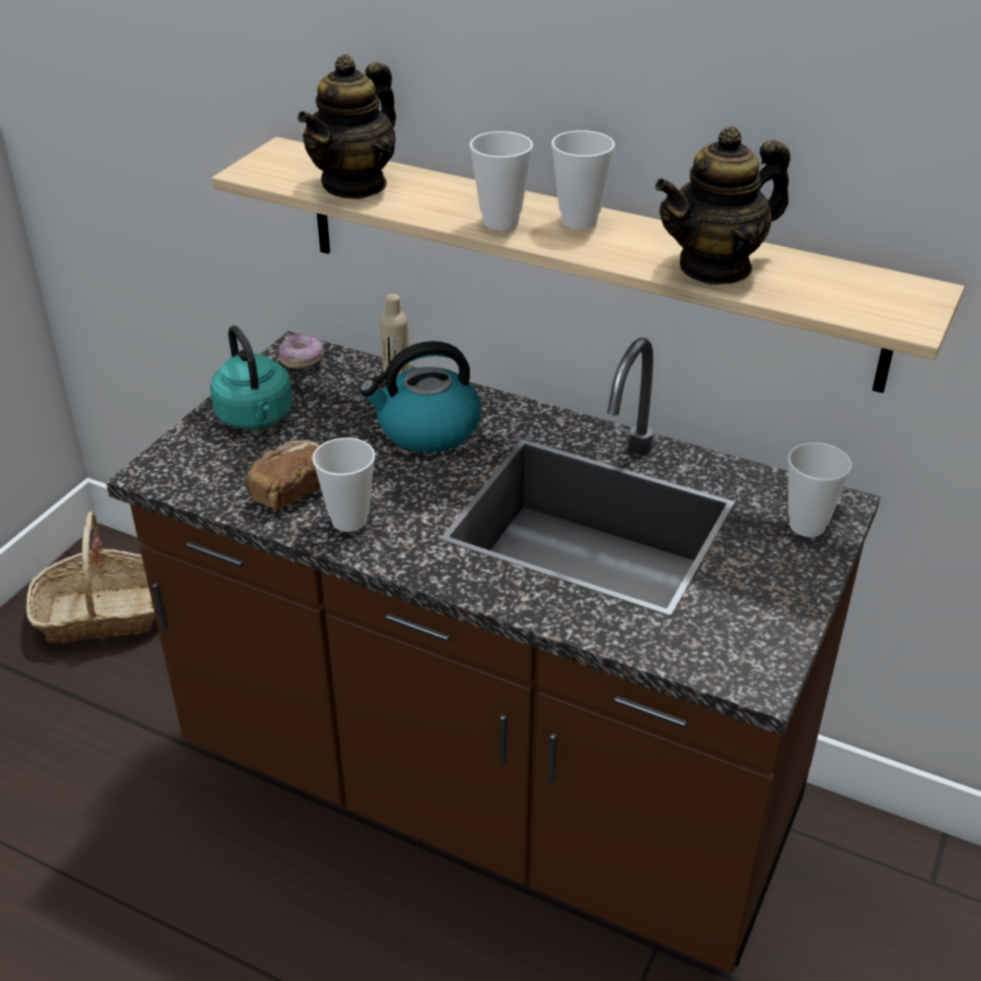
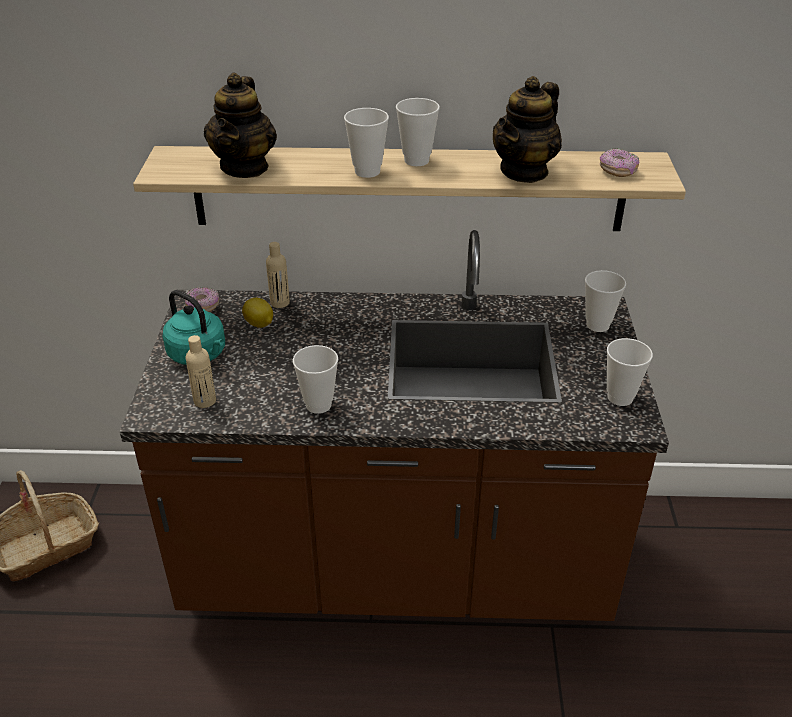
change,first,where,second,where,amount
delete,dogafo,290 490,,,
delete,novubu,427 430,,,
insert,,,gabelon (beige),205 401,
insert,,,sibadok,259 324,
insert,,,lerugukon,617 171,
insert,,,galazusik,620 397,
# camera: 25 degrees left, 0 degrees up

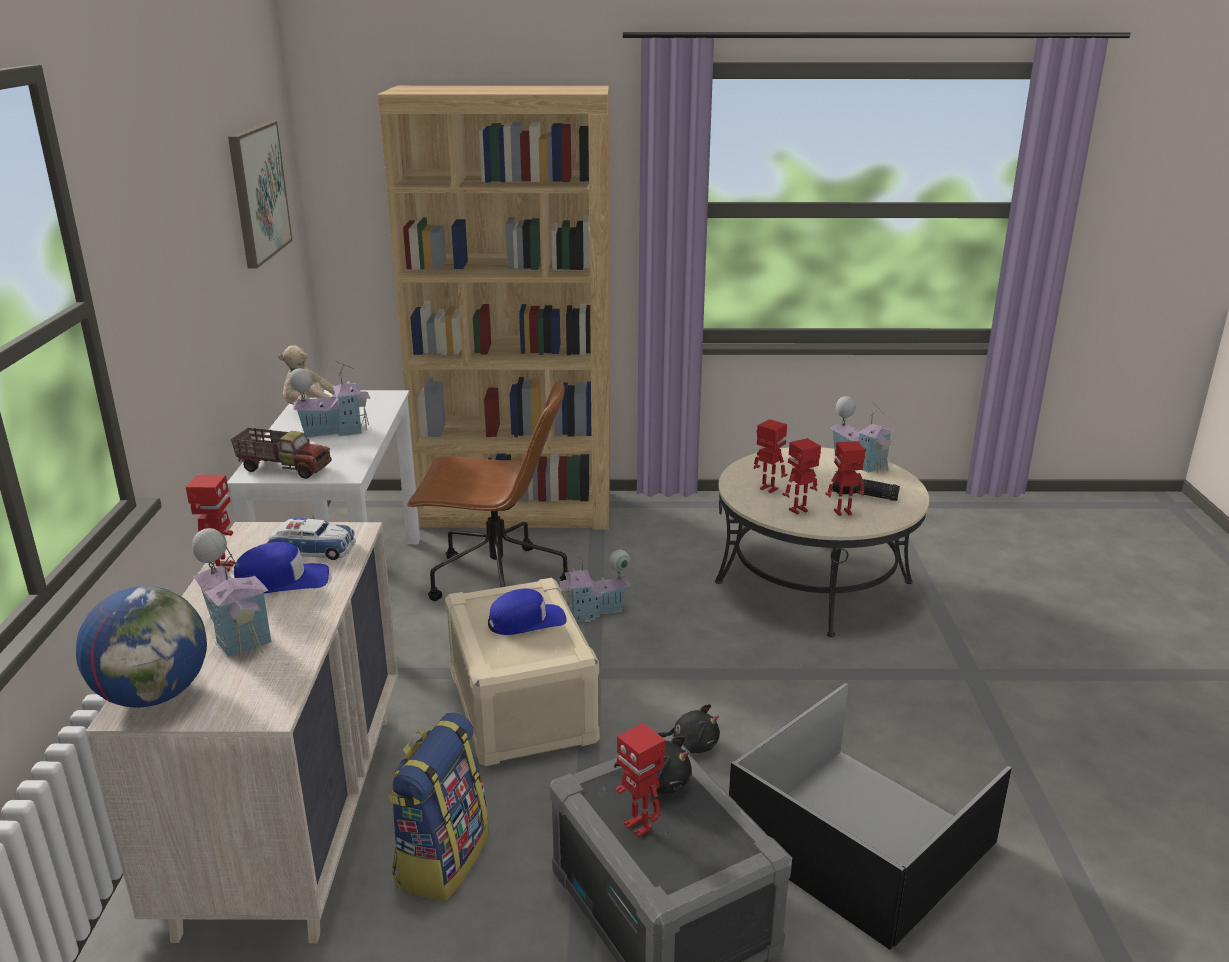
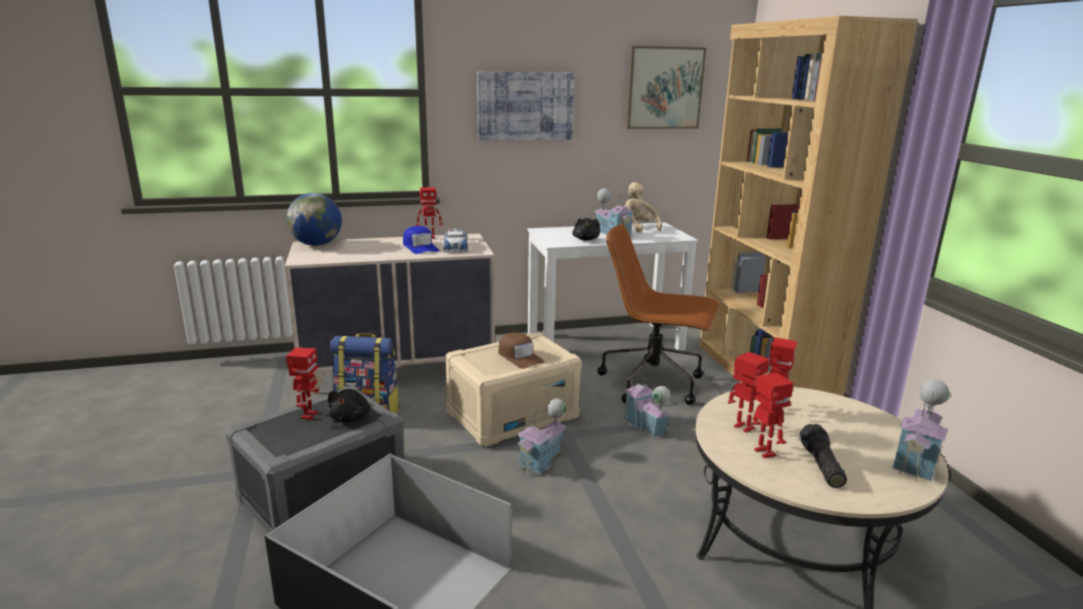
change,first,where,second,where,amount
move,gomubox,237 633,,542 460,
delete,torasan,284 468,,,
rotate,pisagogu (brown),495 581,,654 383,120 degrees clockwise
recolor,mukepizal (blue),527 621,mukepizal (brown),519 357,
rotate,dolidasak,639 826,,308 415,150 degrees clockwise
move,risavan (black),691 745,,586 239,
insert,,,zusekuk,525 106,
# camera: 75 degrees right, 5 degrees down

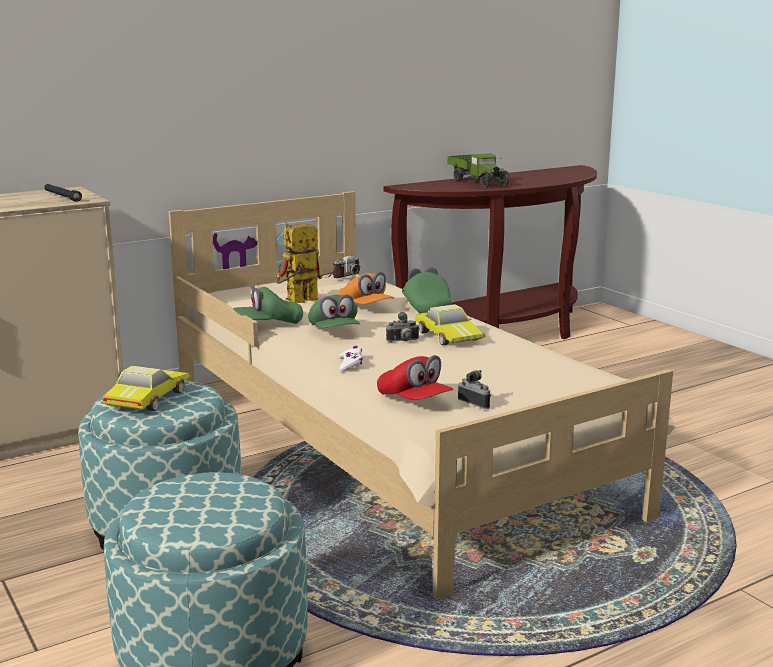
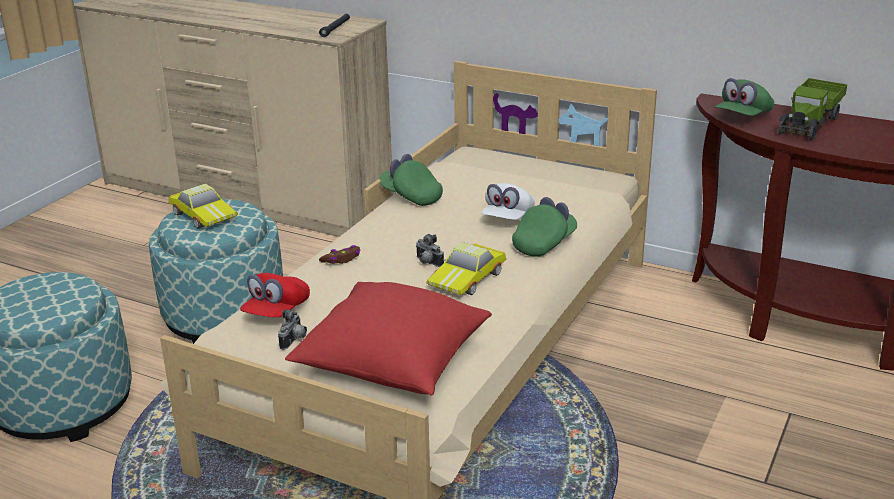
change,first,where,second,where,amount
rotate,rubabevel,146 398,,204 215,60 degrees clockwise
delete,dolidasak,297 301,,,
move,mukepizal (green),334 332,,743 117,
delete,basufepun,340 276,,,
recolor,mukepizal (orange),366 307,mukepizal (white),507 218,
recolor,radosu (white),350 364,radosu (brown),342 259,
insert,,,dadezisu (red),392 363,
# camera: 60 degrees right, 10 degrees up

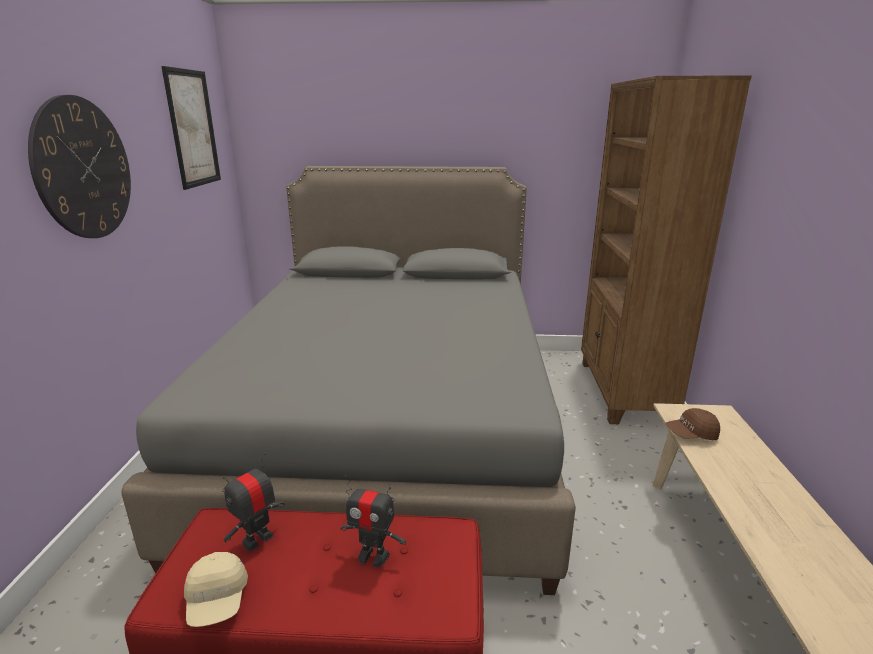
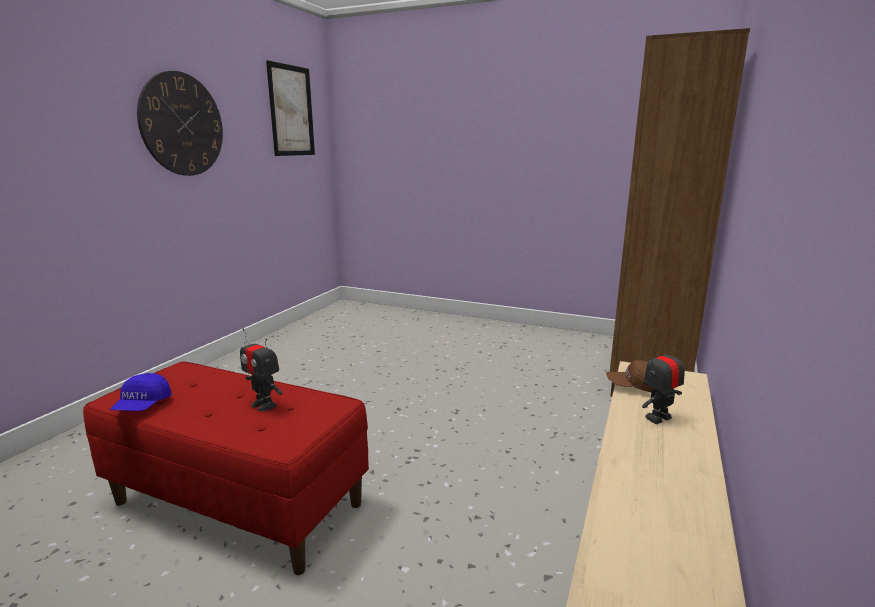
change,first,where,second,where,amount
delete,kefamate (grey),389 429,,,
recolor,mukepizal (beige),217 601,mukepizal (blue),143 406,
move,dolidasak,257 539,,658 418,
# camera: 20 degrees right, 5 degrees down

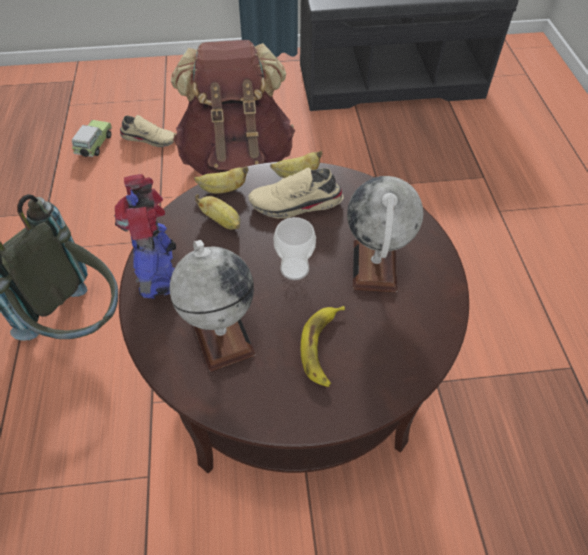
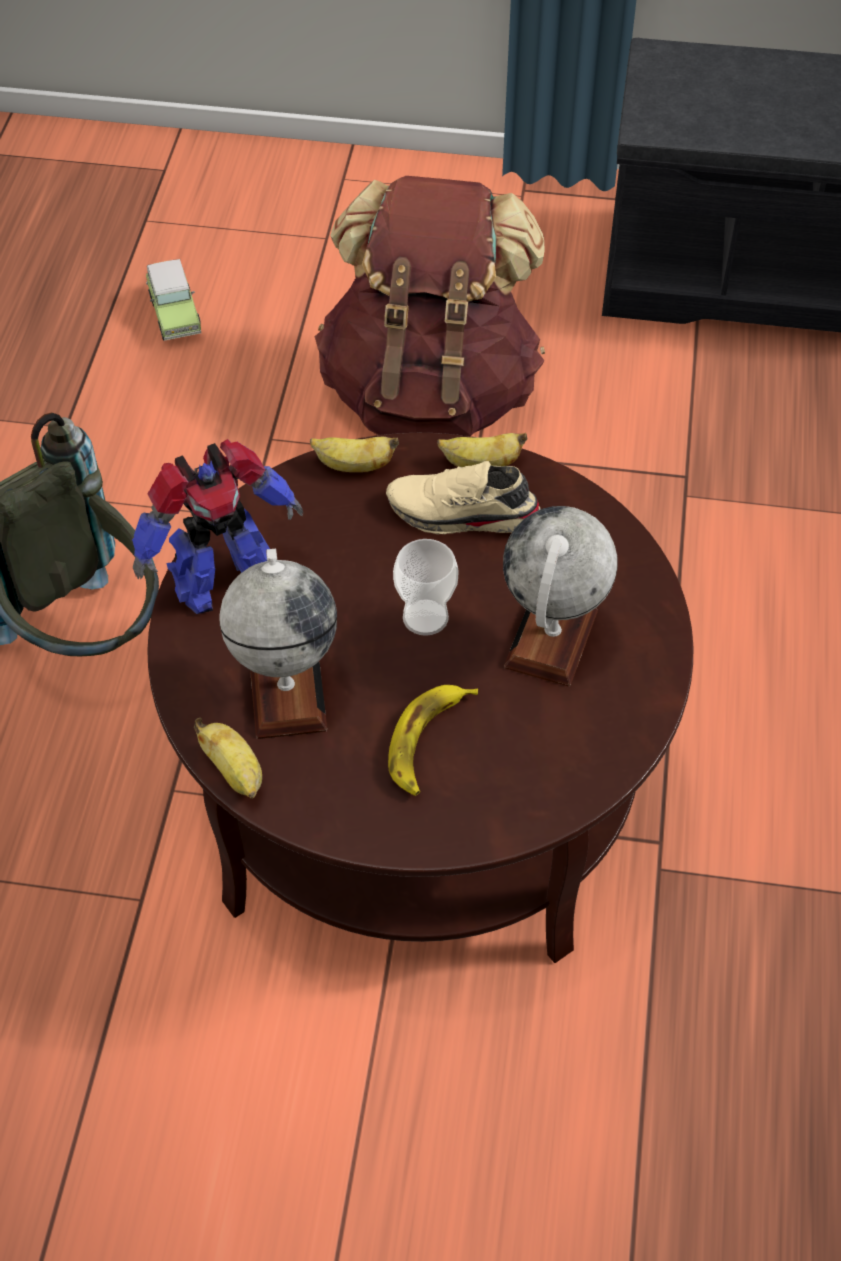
change,first,where,second,where,amount
rotate,rubabevel,94 146,,175 314,135 degrees clockwise
rotate,dolidasak,159 273,,221 580,120 degrees counterclockwise
delete,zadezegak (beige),150 138,,,
move,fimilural,222 221,,234 772,
# camera: 15 degrees right, 0 degrees up

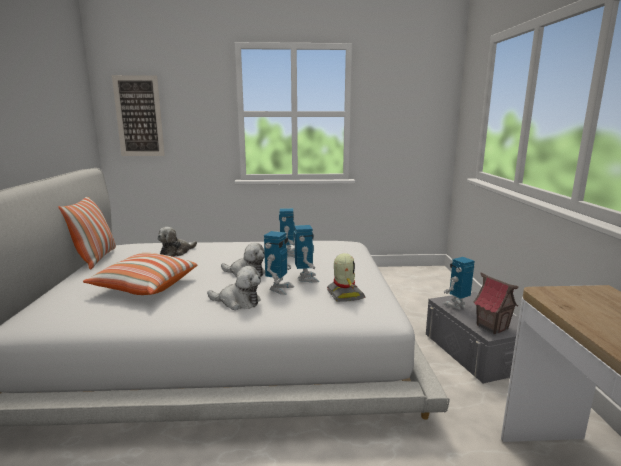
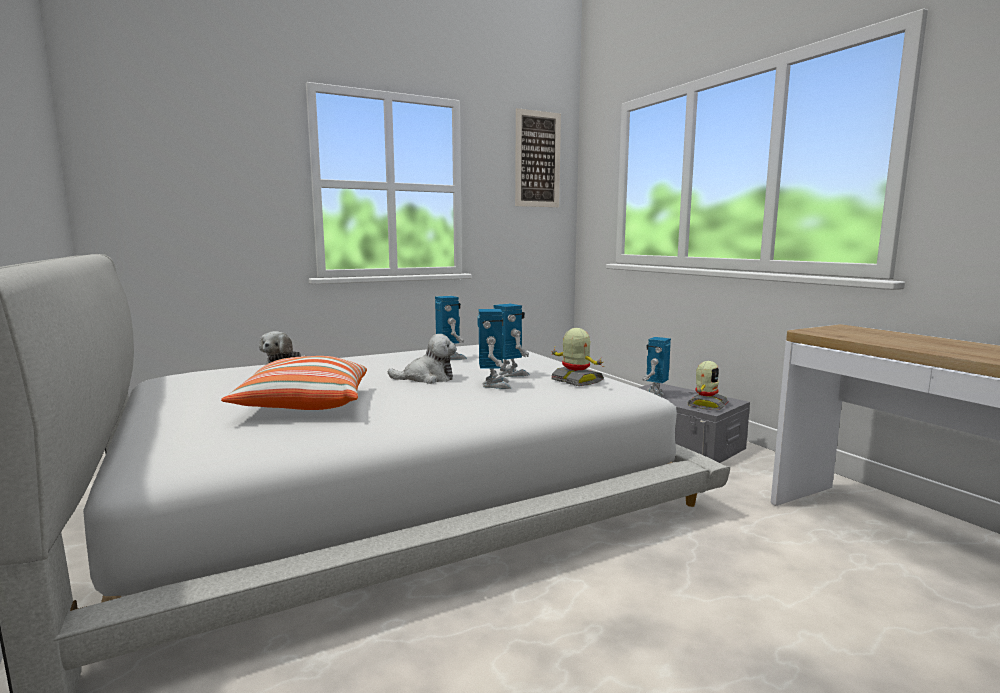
change,first,where,second,where,amount
delete,dadezisu,95 258,,,
move,zusekuk,139 116,,537 159,
delete,risavan,238 302,,,
replace,gomubox,492 327,dolidasak,706 405,
# camera: 25 degrees left, 5 degrees down

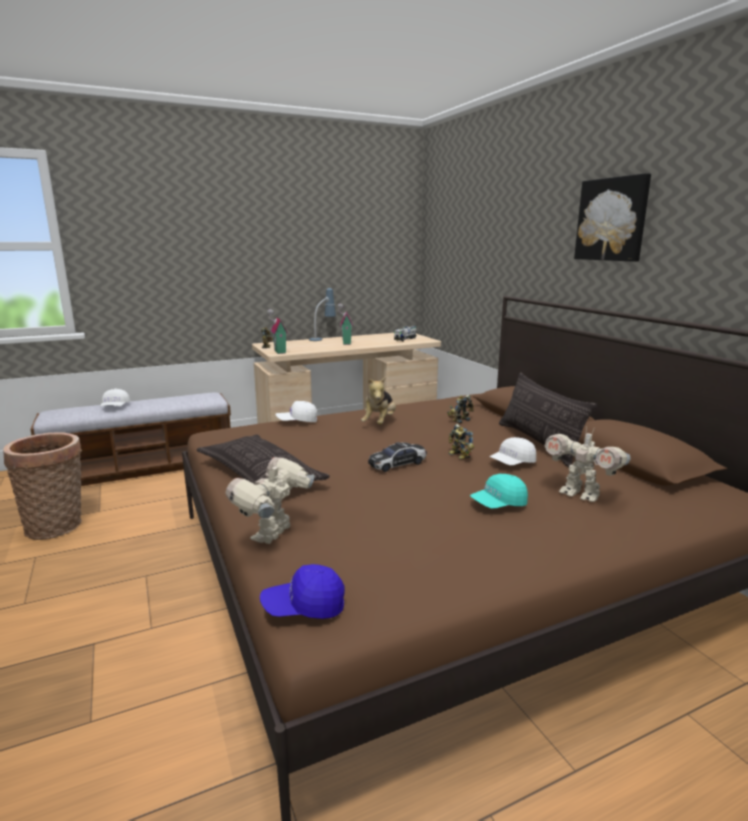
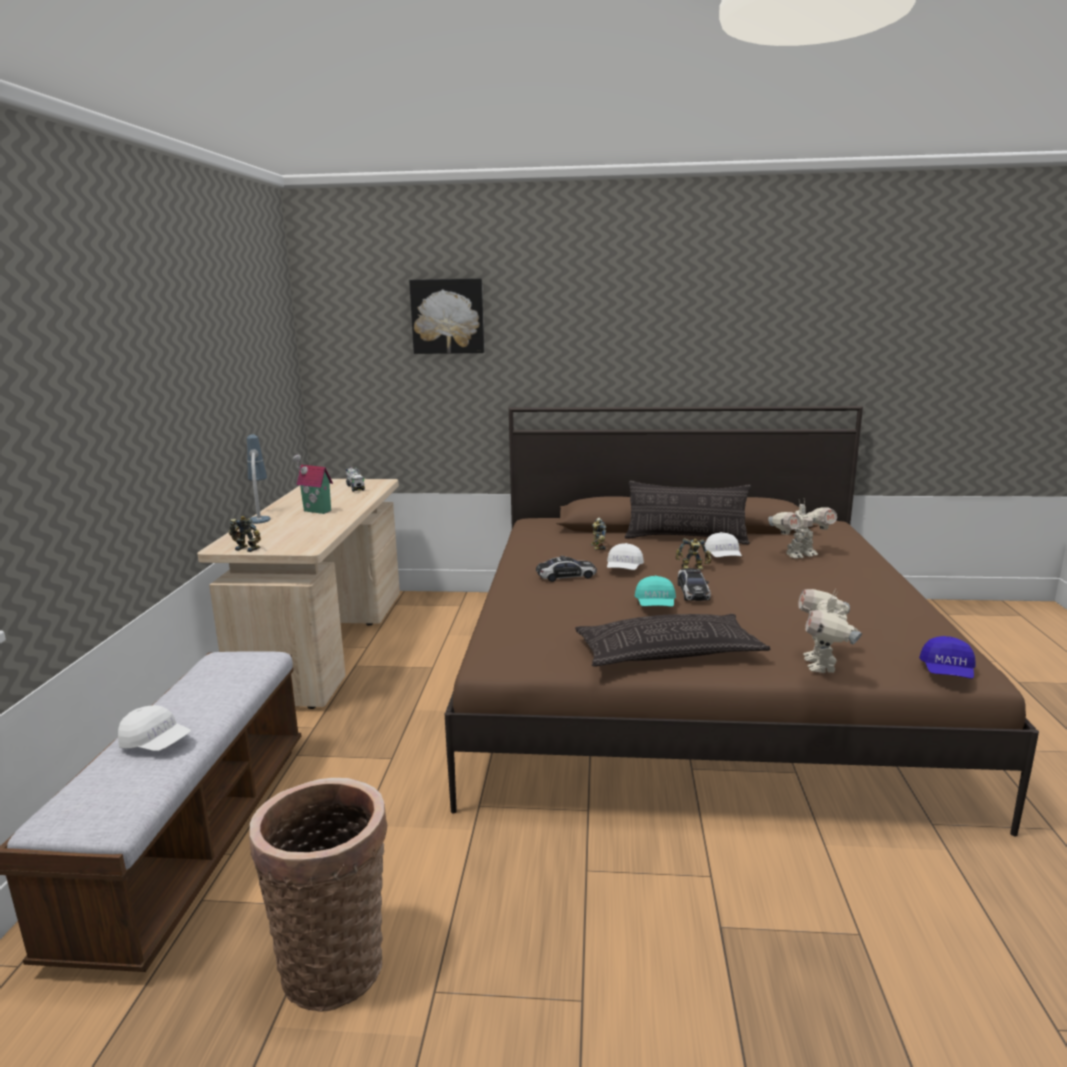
change,first,where,second,where,amount
rotate,dolidasak,274 535,,822 665,45 degrees clockwise
delete,gomubox,278 352,,,
move,mukepizal (white),297 421,,624 569,
replace,risavan,380 423,rubabevel,566 576,
move,mukepizal (turquoise),498 504,,655 605,
move,zusekuk,612 219,,448 316,
# camera: 60 degrees left, 0 degrees up

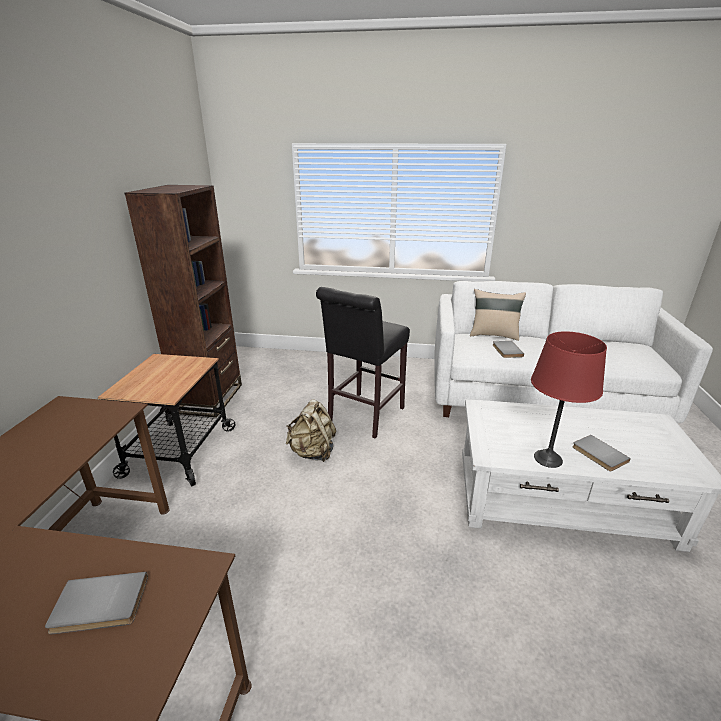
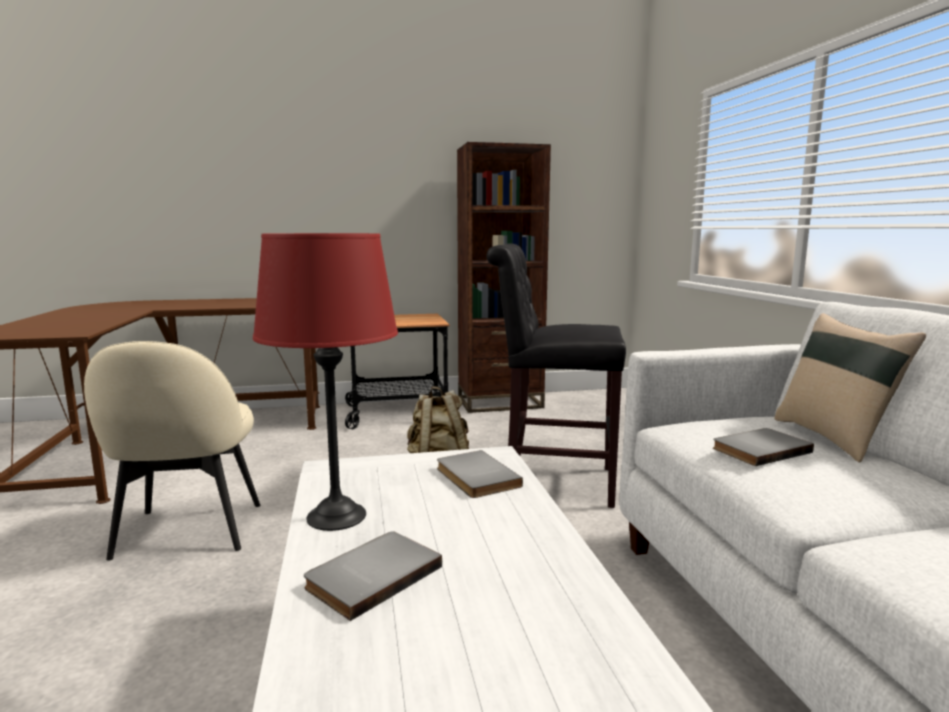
change,first,where,second,where,amount
move,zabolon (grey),99 607,,474 477,
insert,,,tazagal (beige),188 532,
# camera: 70 degrees right, 15 degrees down

